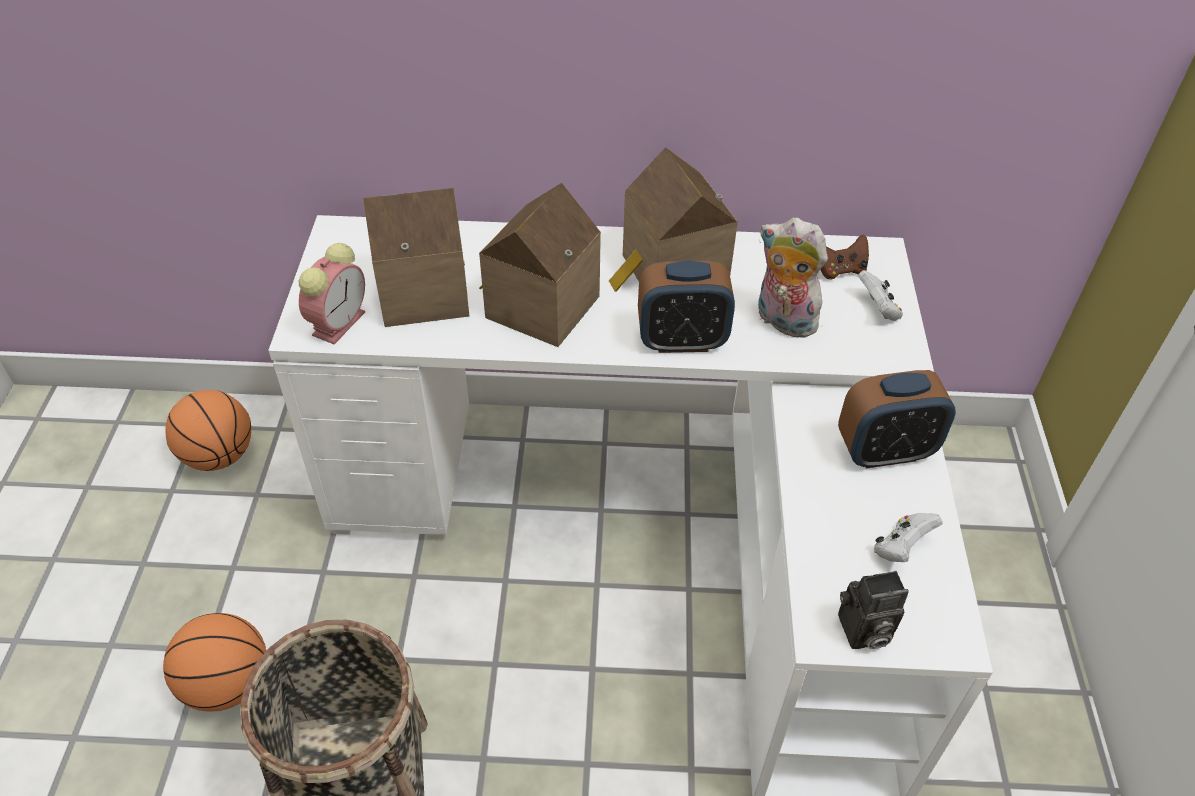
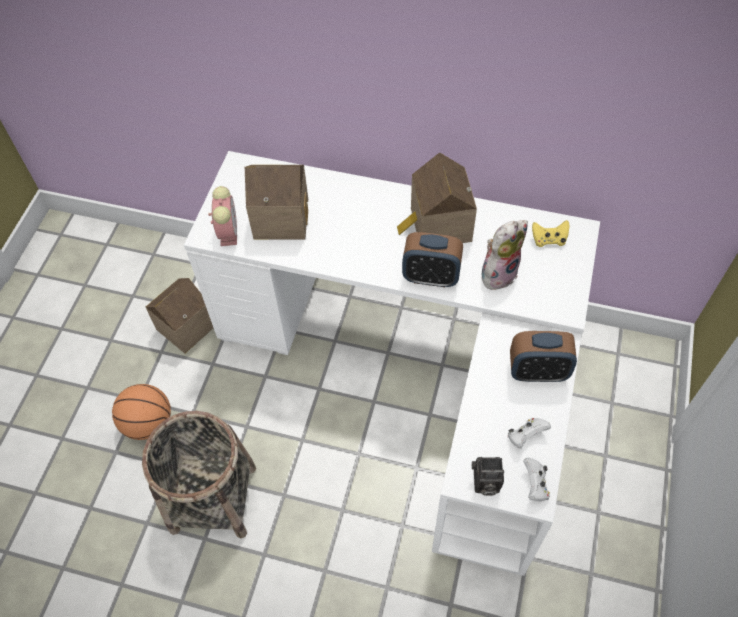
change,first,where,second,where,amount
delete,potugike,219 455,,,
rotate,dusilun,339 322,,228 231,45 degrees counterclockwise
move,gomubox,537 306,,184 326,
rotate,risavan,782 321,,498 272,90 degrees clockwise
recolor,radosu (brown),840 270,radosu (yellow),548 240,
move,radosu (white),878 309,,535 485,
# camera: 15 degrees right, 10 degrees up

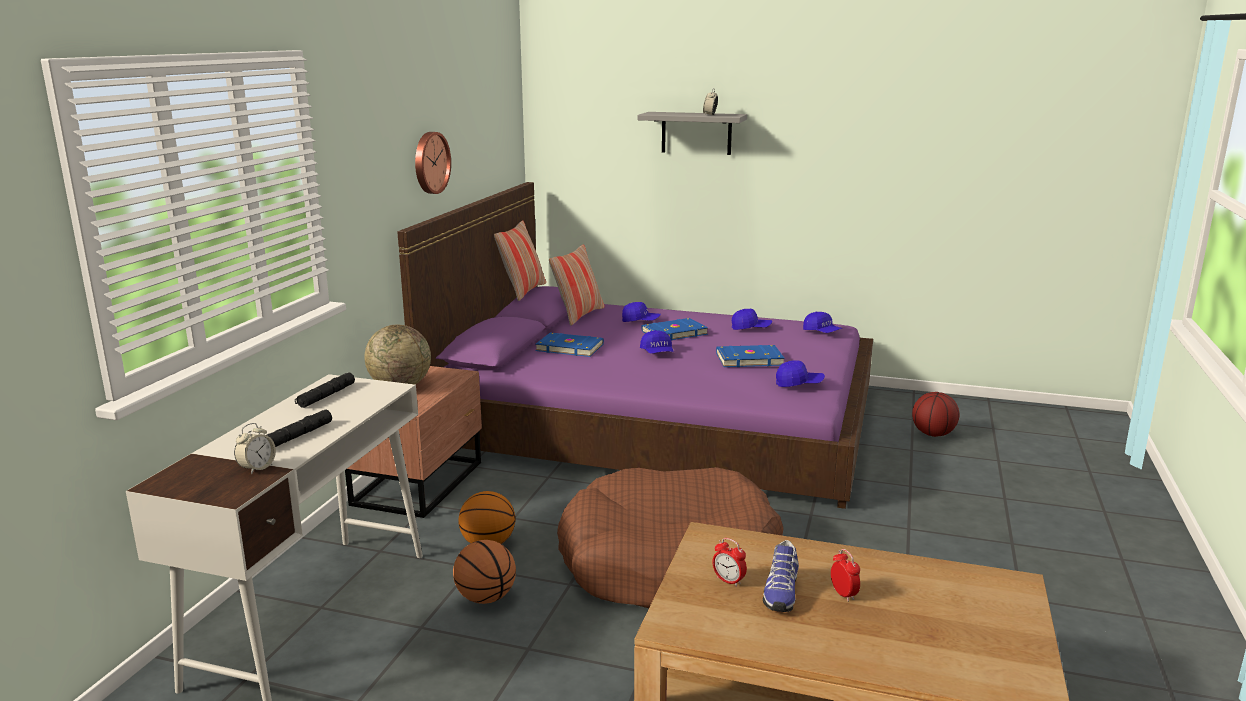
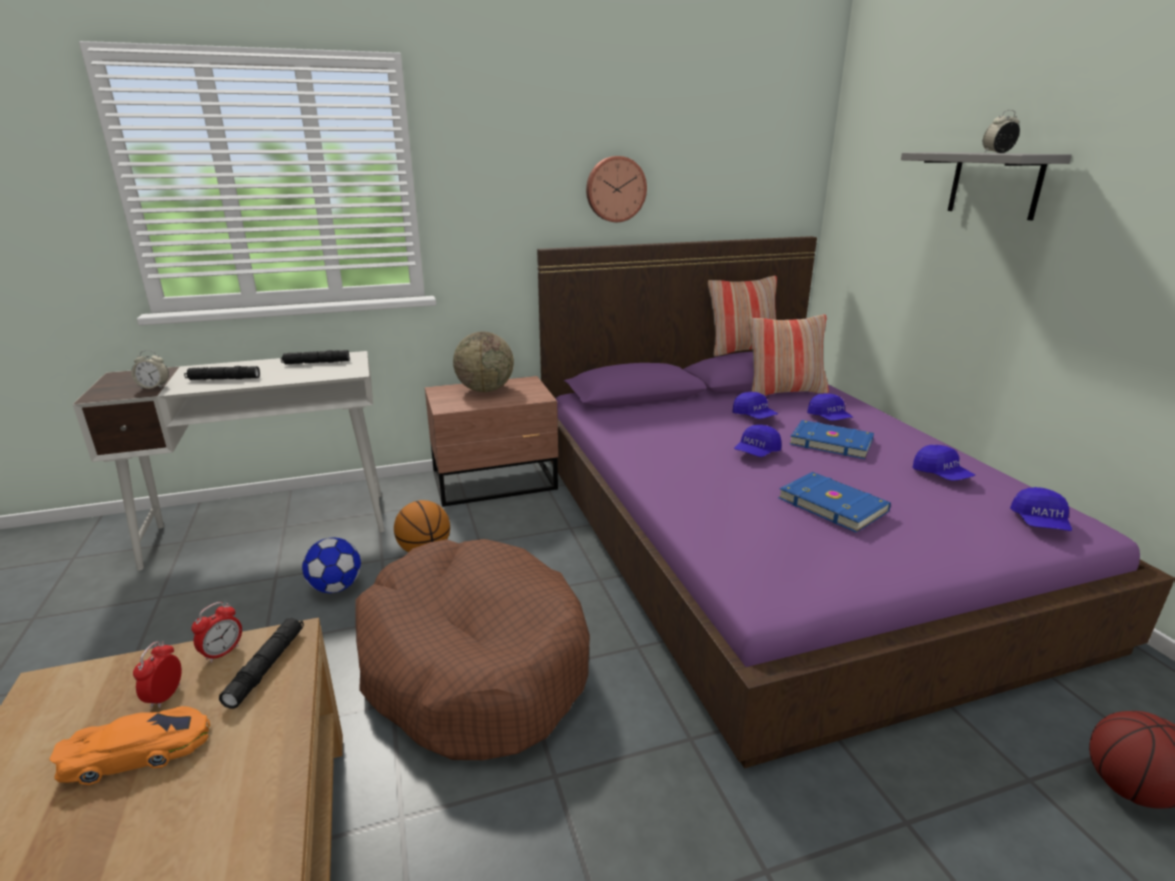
change,first,where,second,where,amount
replace,potugike,486 598,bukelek,336 587,
delete,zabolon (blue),569 347,,,
replace,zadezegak,780 593,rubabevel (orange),138 752,
move,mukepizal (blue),799 384,,754 416,
move,dusilun,843 594,,223 652,
insert,,,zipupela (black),266 667,
# camera: 55 degrees right, 5 degrees up

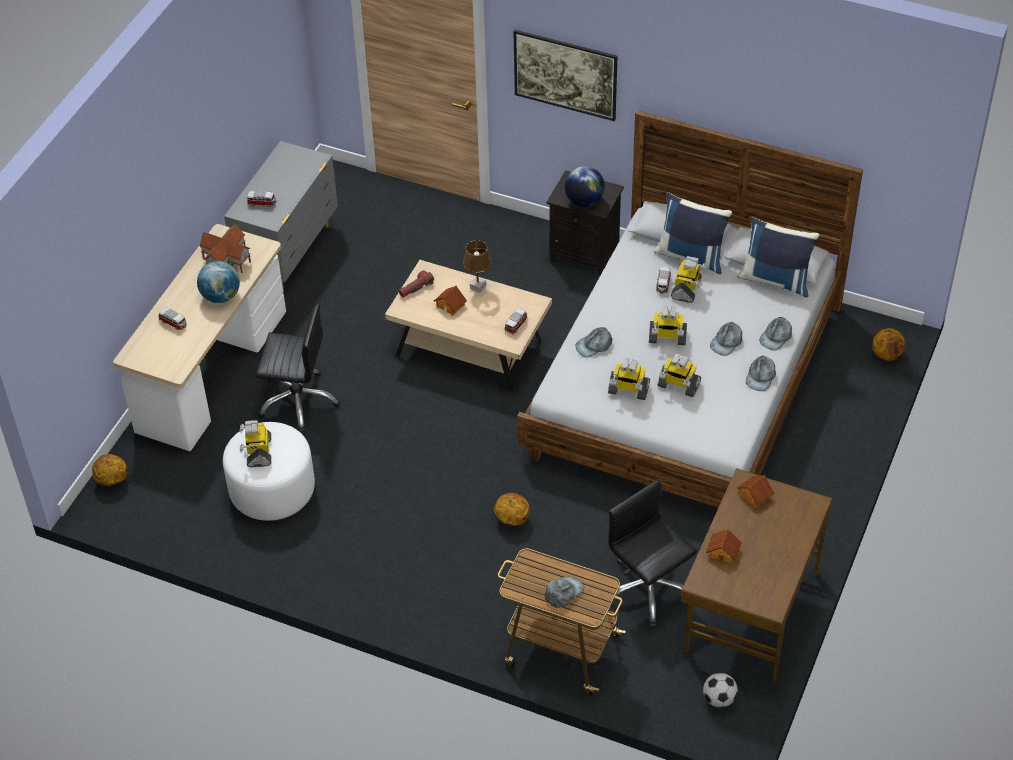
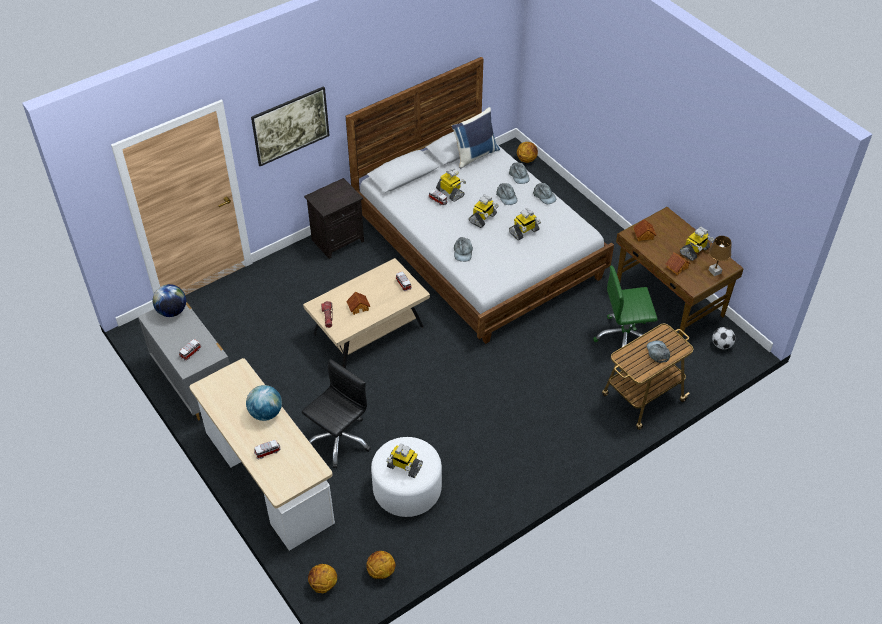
change,first,where,second,where,amount
delete,gomubox,226 261,,,
move,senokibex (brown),478 287,,714 271,
move,potugike,511 519,,380 572,
move,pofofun,584 201,,172 311,
move,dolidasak,628 390,,694 251,
recolor,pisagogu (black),648 590,pisagogu (green),624 338,
delete,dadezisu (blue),691 256,,,
# camera: 60 degrees left, 0 degrees up

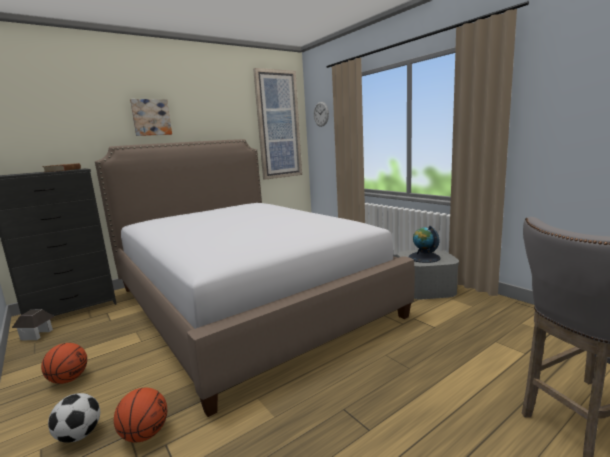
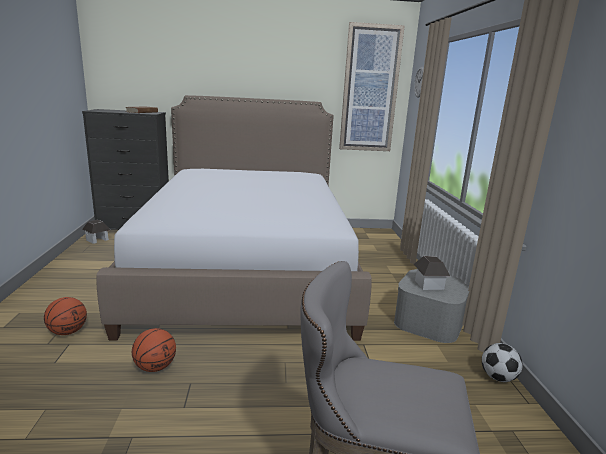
change,first,where,second,where,amount
move,potugike,68 379,,155 367,
move,bukelek,79 435,,497 377,
delete,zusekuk,151 117,,,
replace,pofofun,424 257,gomubox,429 284,
# camera: 30 degrees right, 5 degrees up

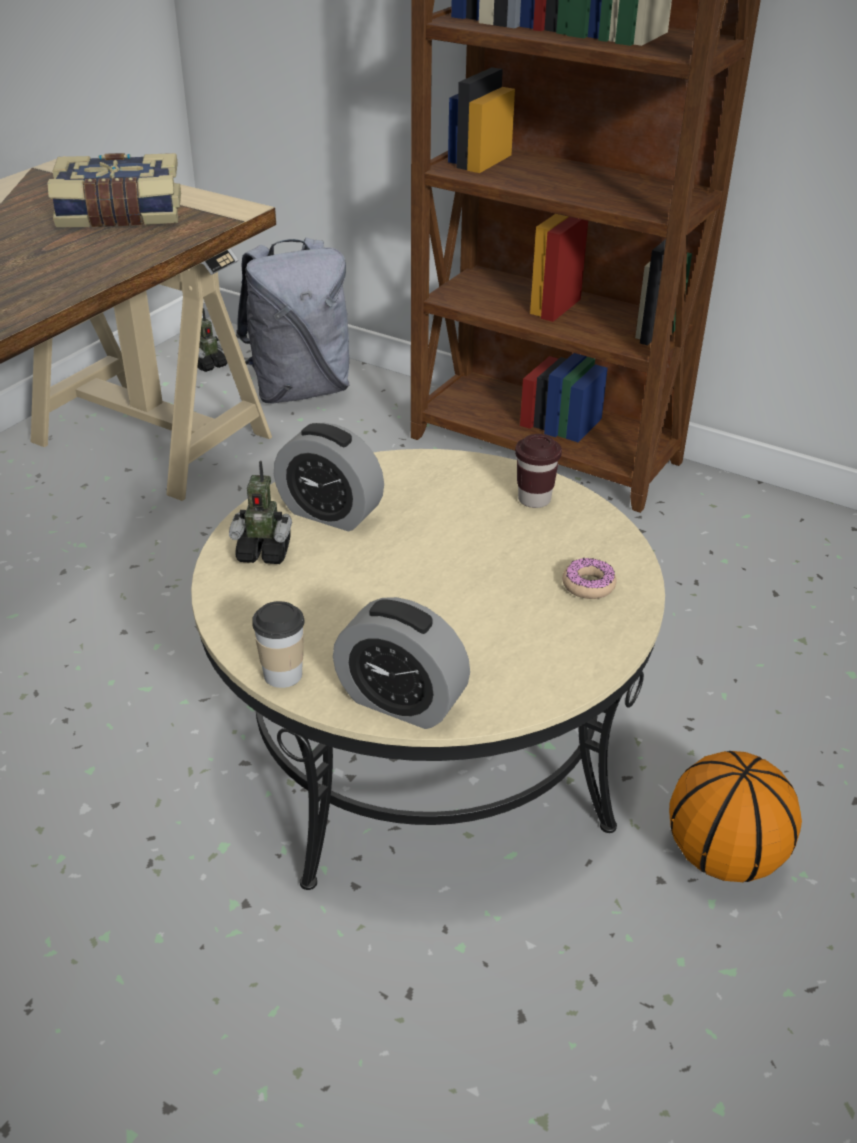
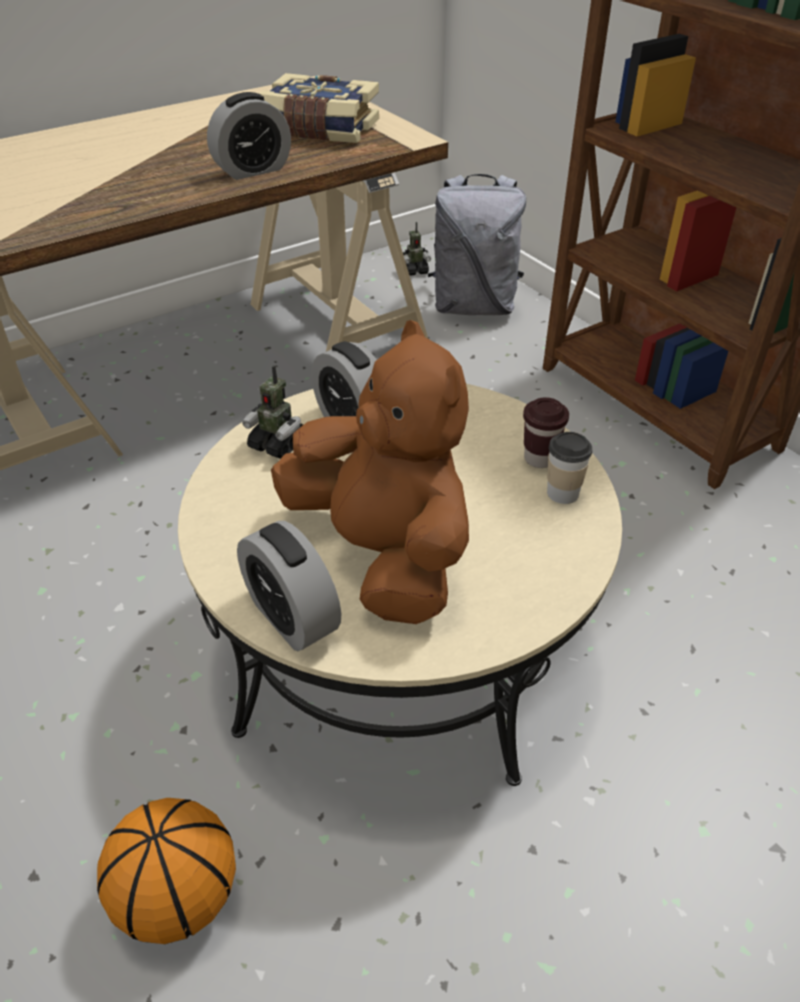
change,first,where,second,where,amount
move,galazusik,283 675,,562 493,
delete,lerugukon,588 585,,,
move,potugike,722 857,,177 896,
insert,,,dusilun,252 170,
insert,,,risavan (brown),383 554,
# camera: 25 degrees right, 5 degrees up

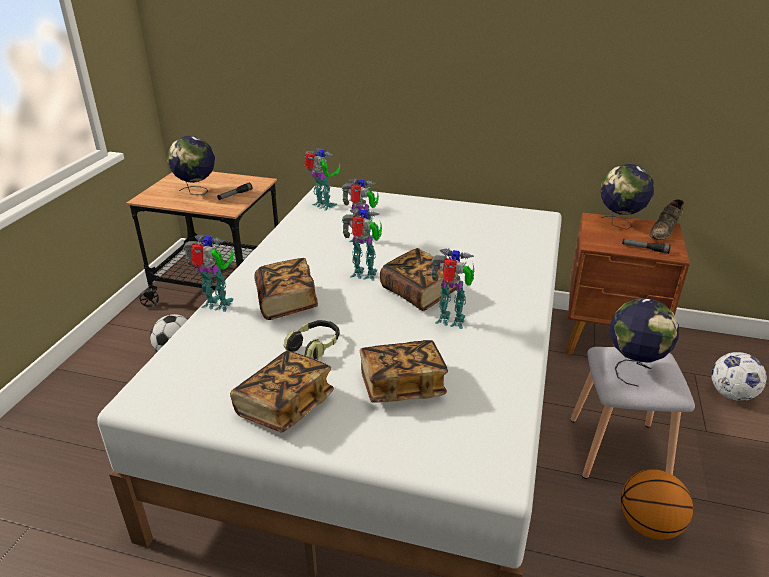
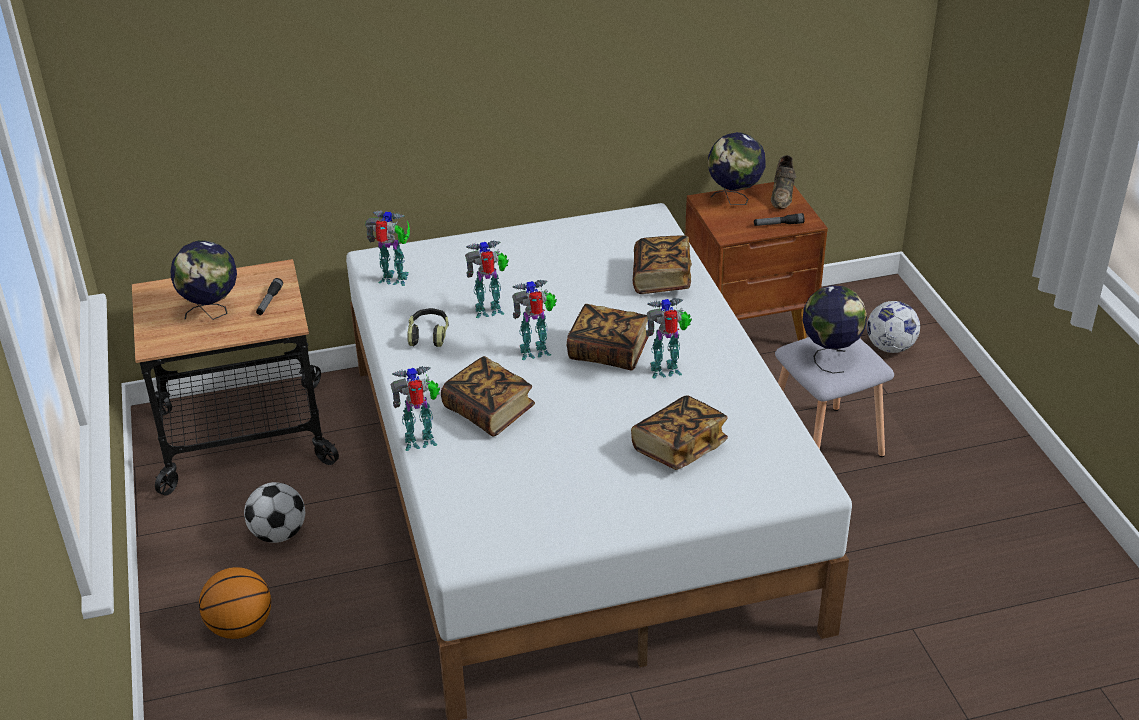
change,first,where,second,where,amount
move,zabolon,284 406,,661 279,
move,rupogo,315 347,,428 335,
move,potugike,649 525,,241 627,
# camera: 30 degrees left, 5 degrees up

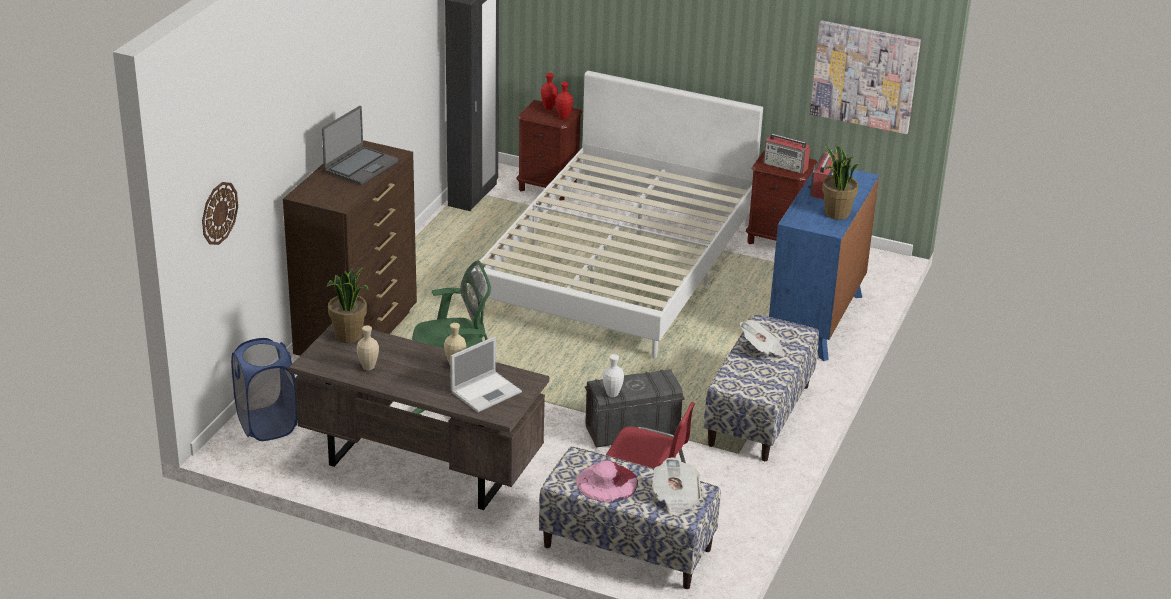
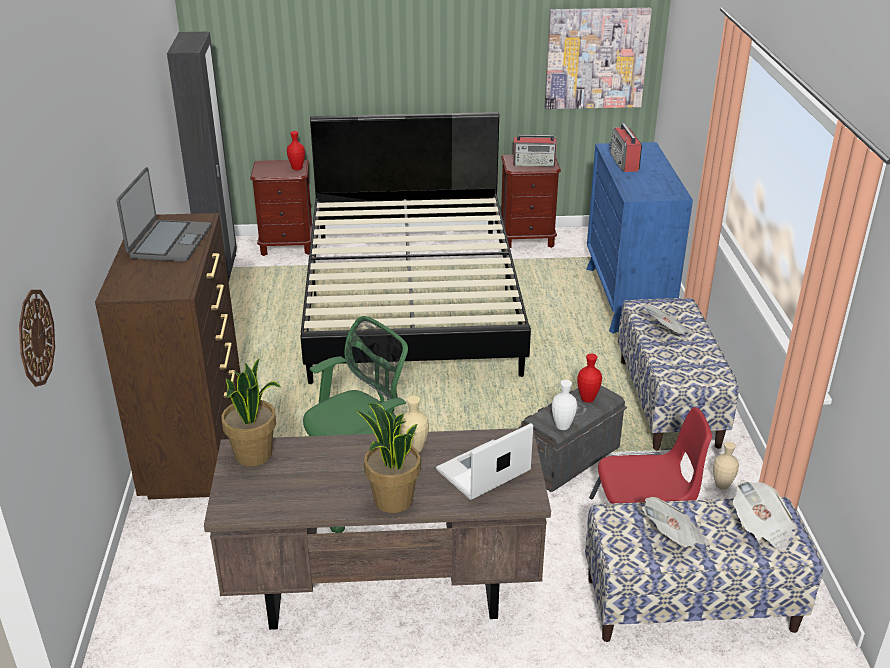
change,first,where,second,where,amount
delete,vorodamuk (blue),267 424,,,
move,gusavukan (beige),368 367,,722 485,
rotate,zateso,487 391,,482 472,150 degrees counterclockwise
recolor,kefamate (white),619 266,kefamate (black),412 298,
move,gusavukan (red),549 108,,587 399,
replace,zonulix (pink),607 482,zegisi,673 537,
move,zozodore,836 213,,392 500,
# camera: 25 degrees left, 0 degrees up

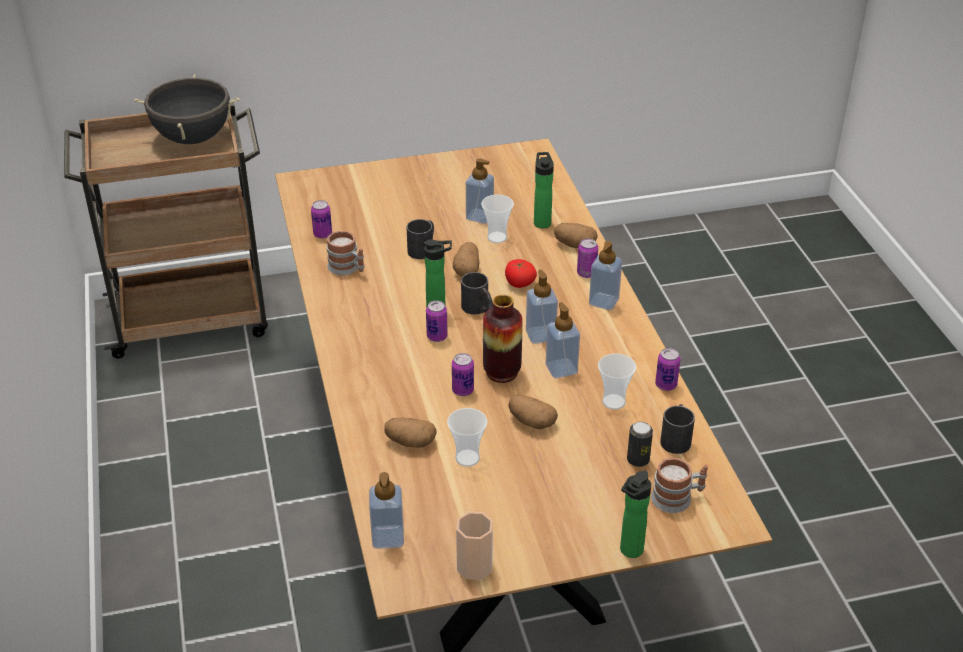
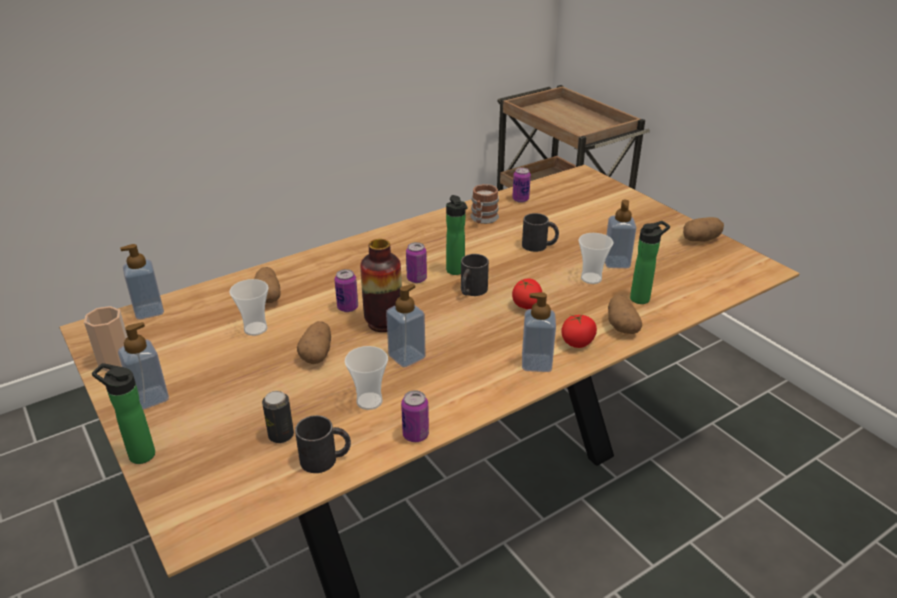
change,first,where,second,where,amount
delete,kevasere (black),193 138,,,
move,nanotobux,467 270,,701 239,
move,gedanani,540 335,,150 398,
replace,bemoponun,586 273,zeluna,577 343,
delete,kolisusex,677 498,,,
# camera: 70 degrees right, 5 degrees down

